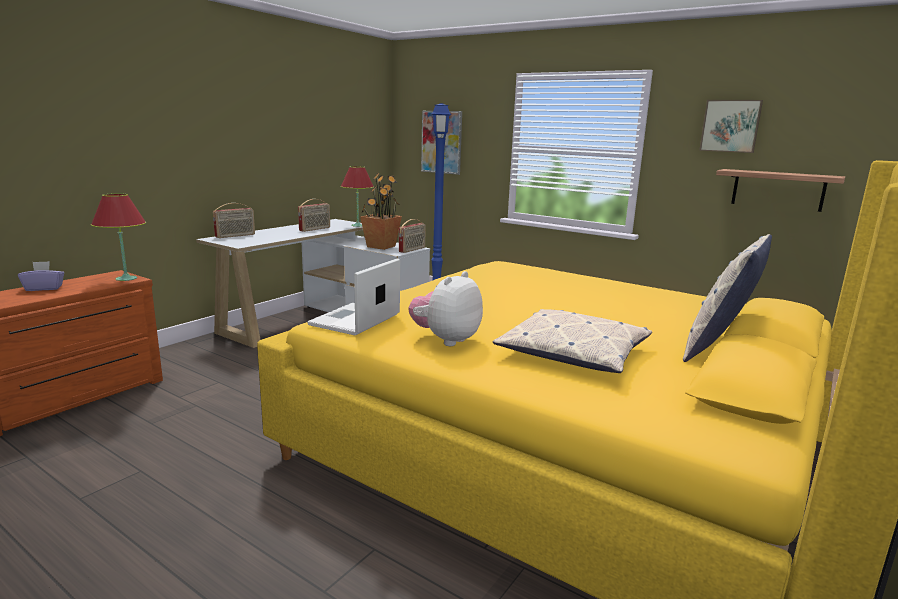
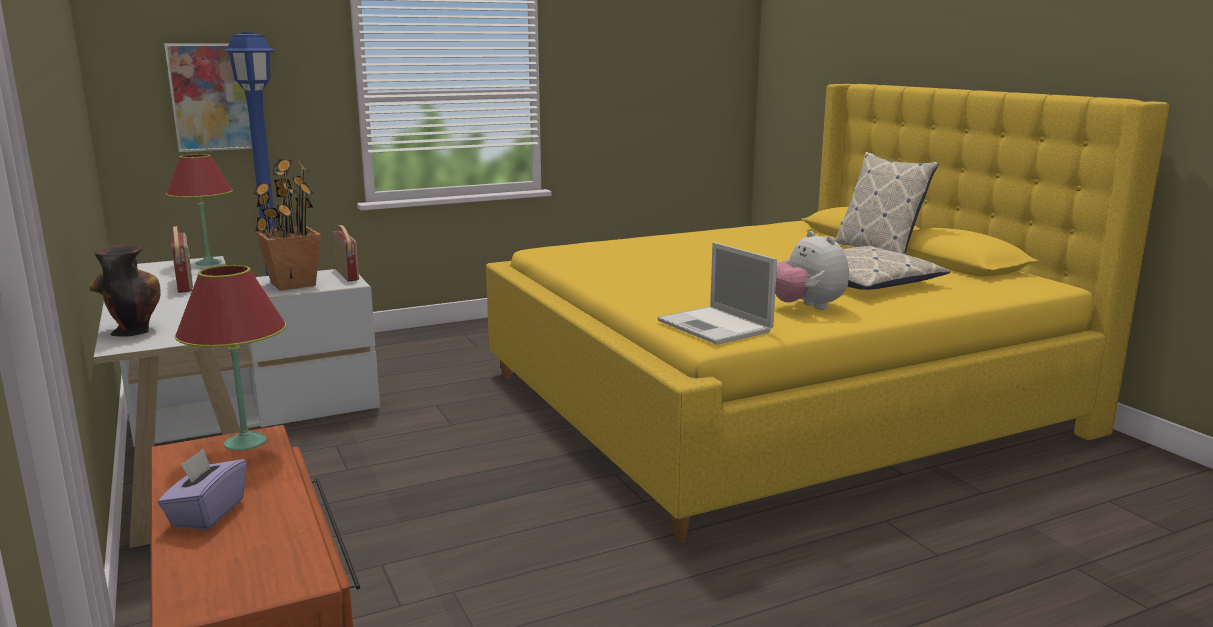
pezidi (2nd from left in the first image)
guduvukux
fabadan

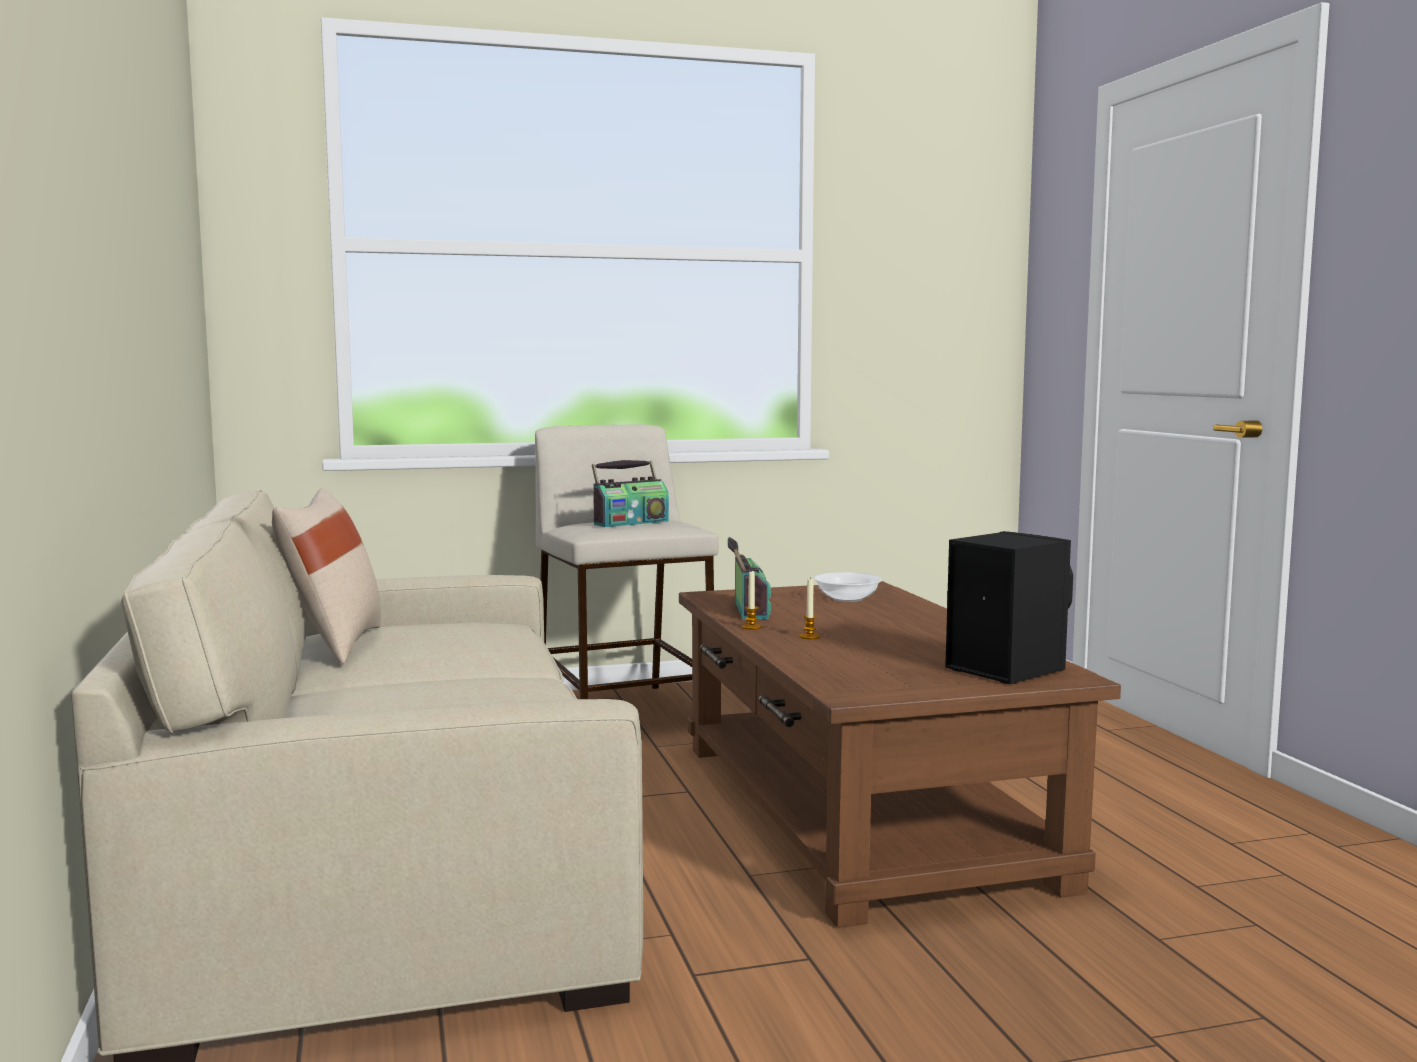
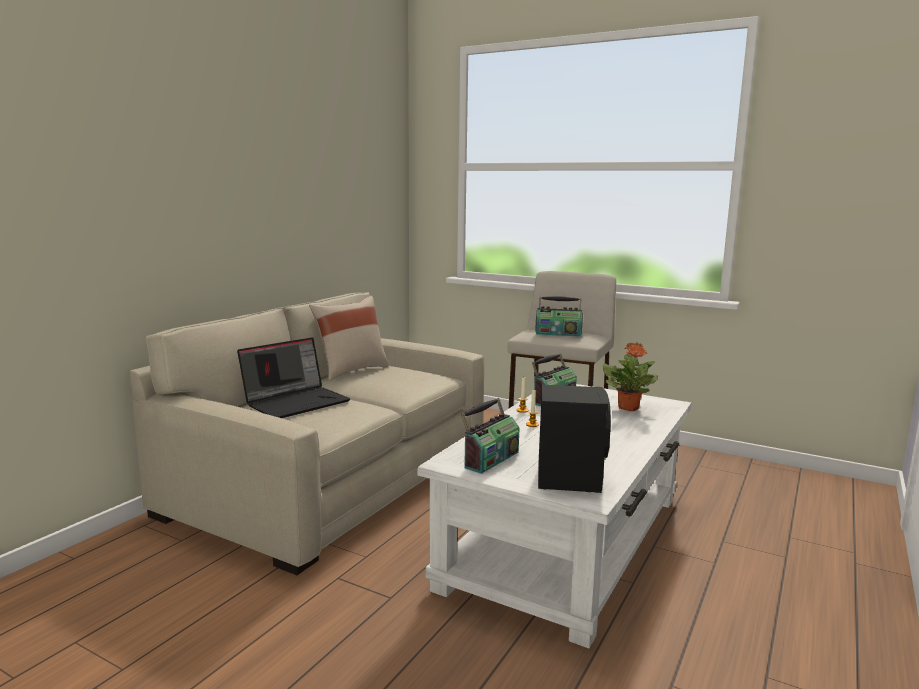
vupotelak
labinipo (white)
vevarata
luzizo (1st from left)

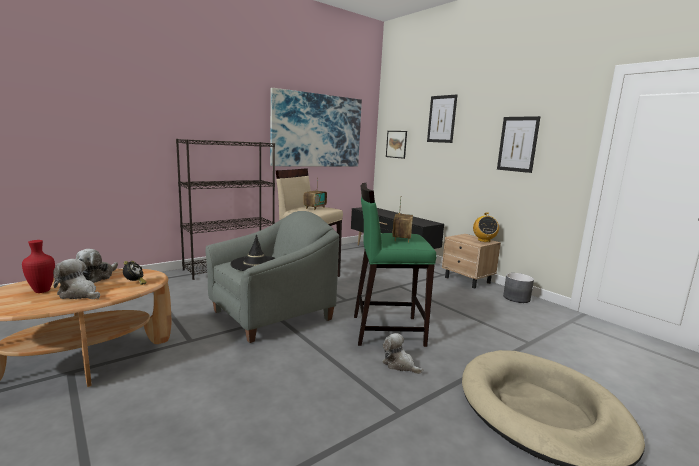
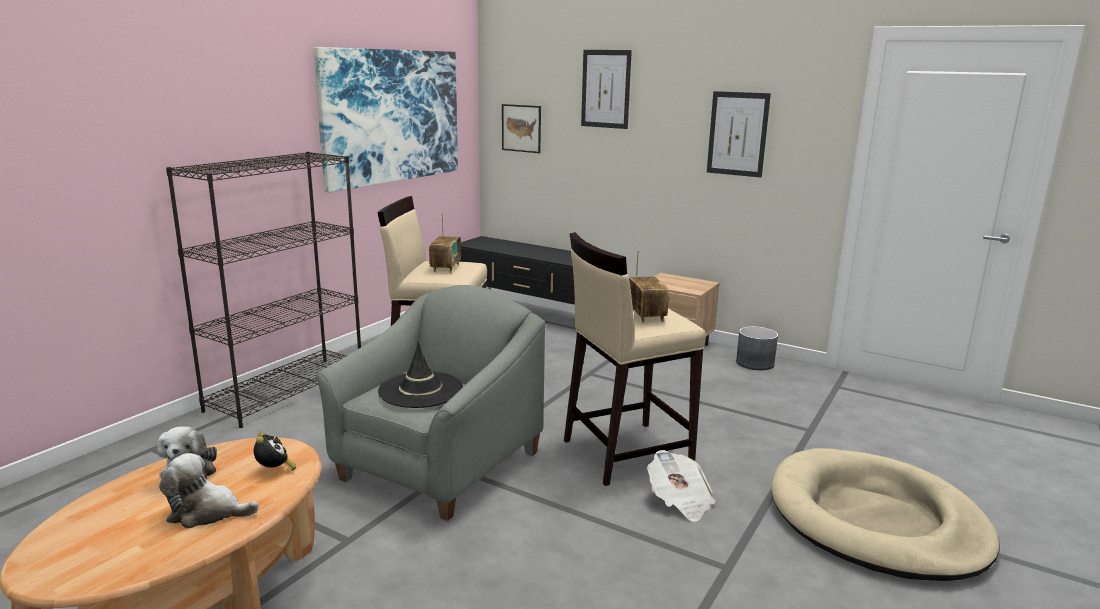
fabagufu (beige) (2nd from left)
luzizo (3rd from left in the first image)
fabadan (red)
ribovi

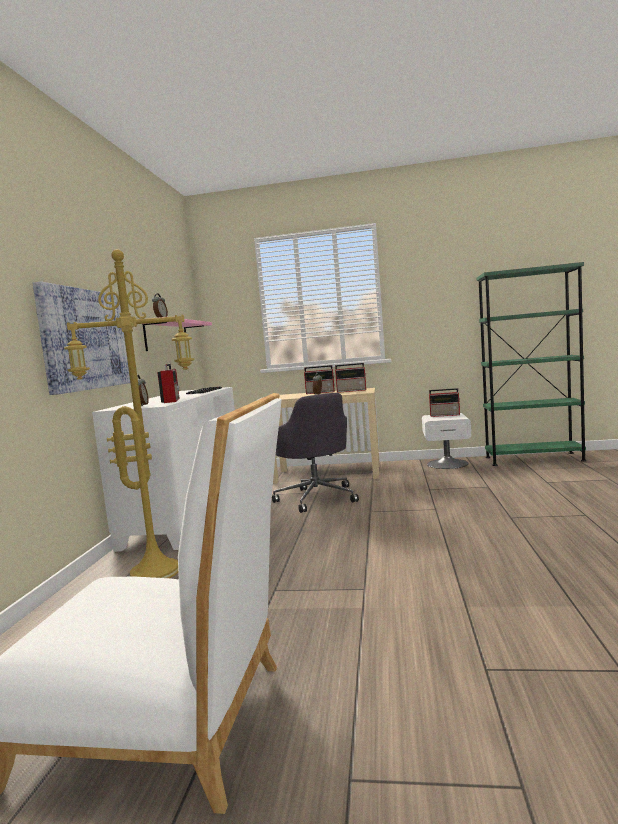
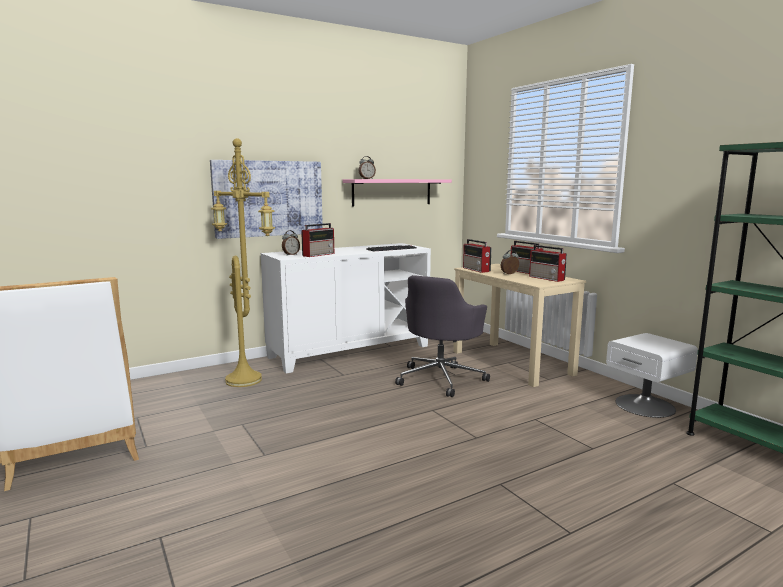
luzizo (2nd from left)

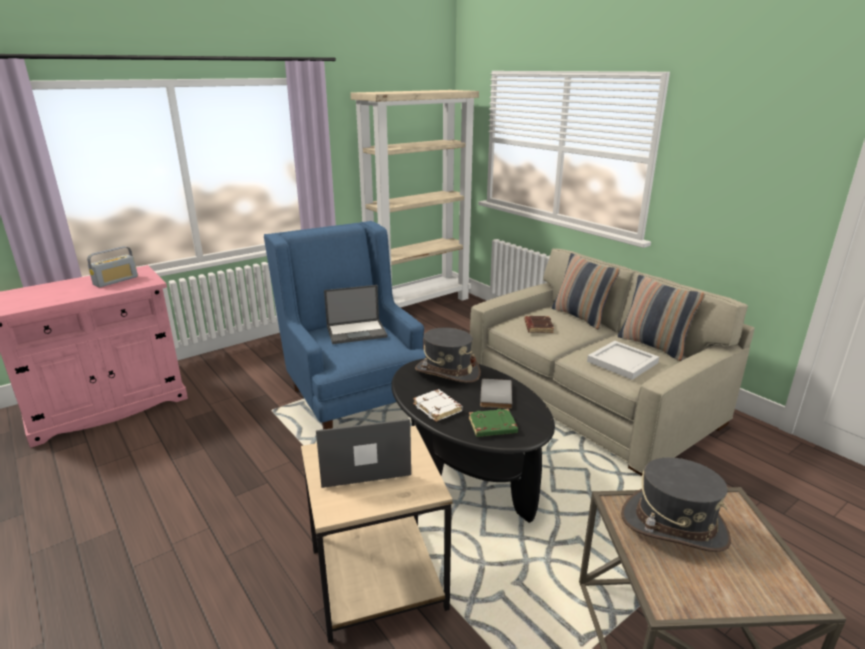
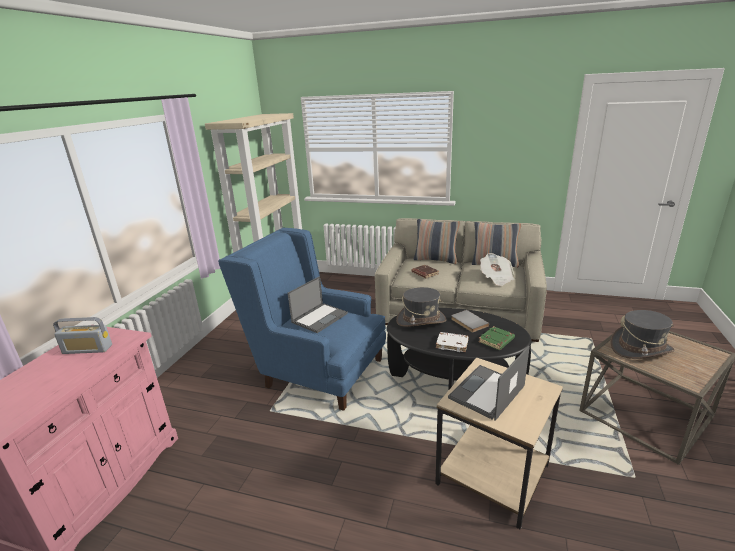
luzizo
ribovi

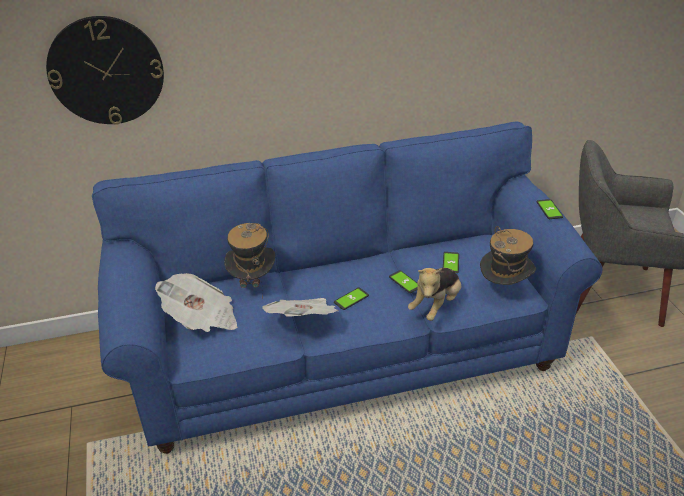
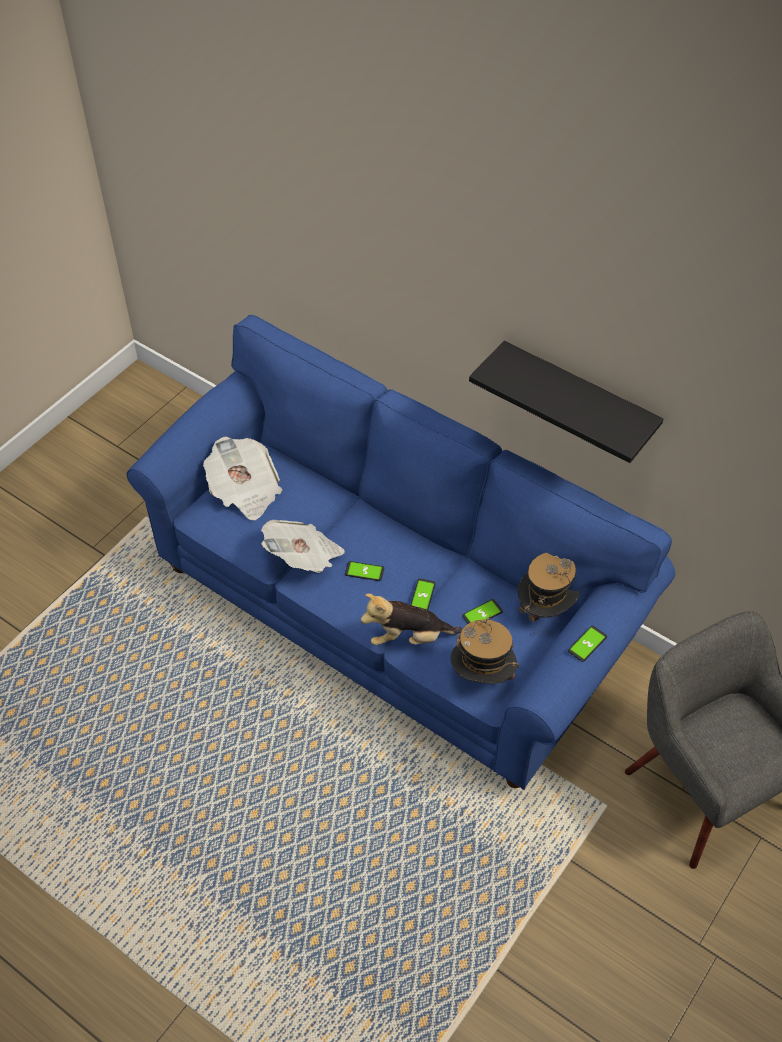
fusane
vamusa (2nd from left)
guduvukux (black)

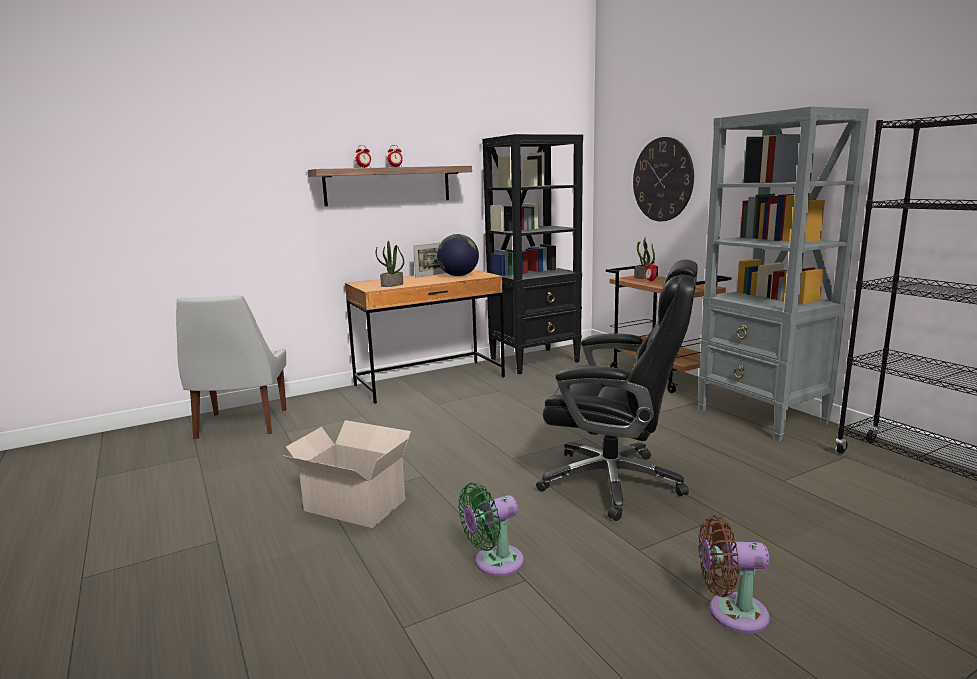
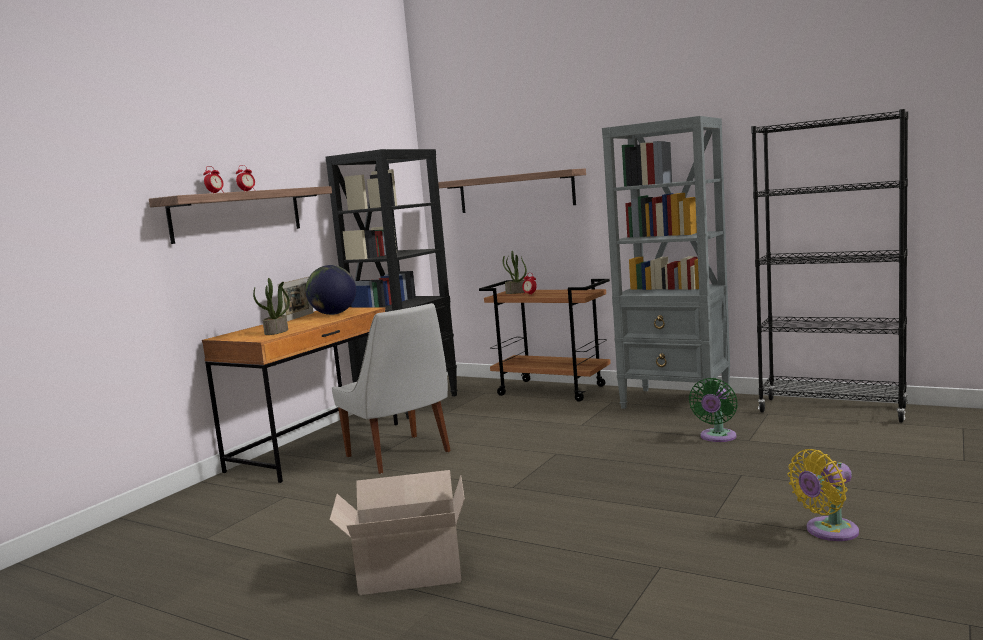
guduvukux (2nd from left)
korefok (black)
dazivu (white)
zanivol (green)
zanivol (yellow)

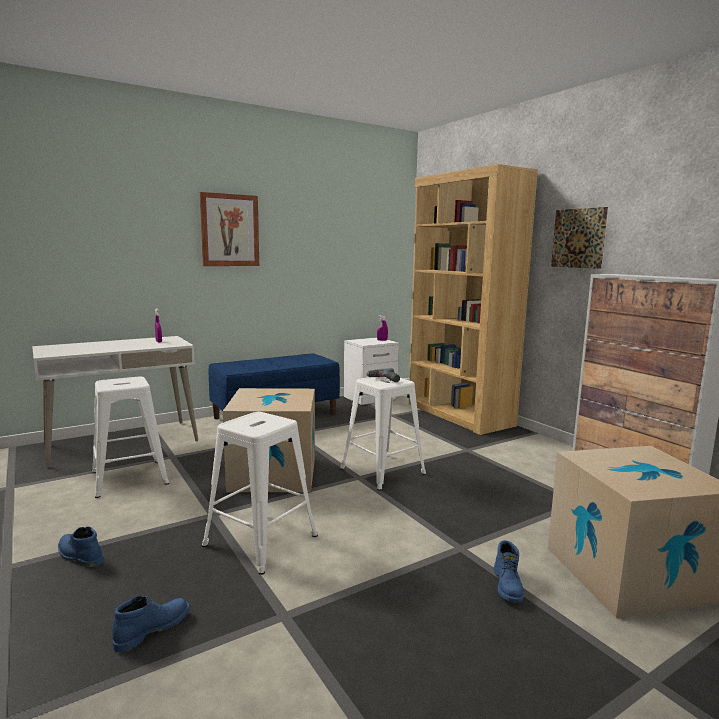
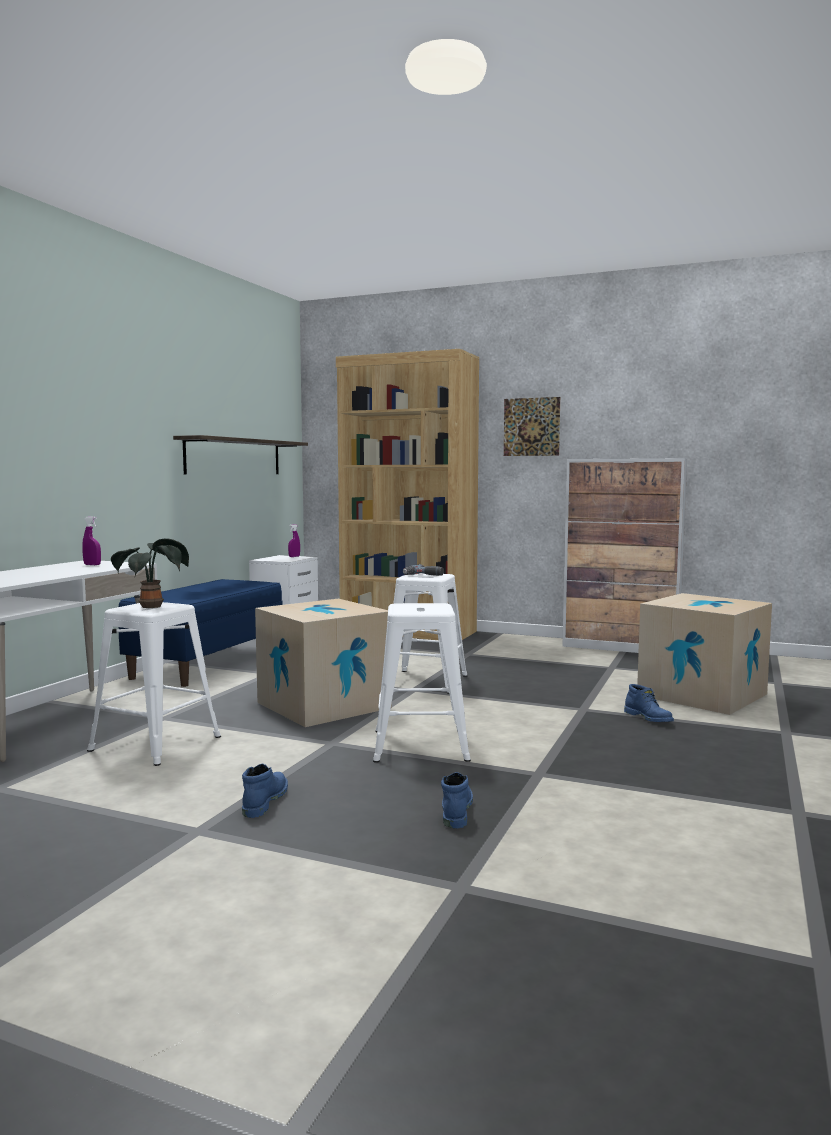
pezidi (1st from left in the first image)
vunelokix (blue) (1st from left)
guduvukux
vupotelak

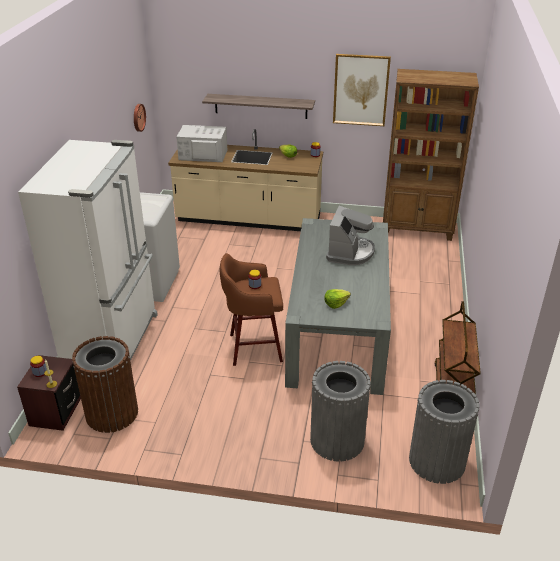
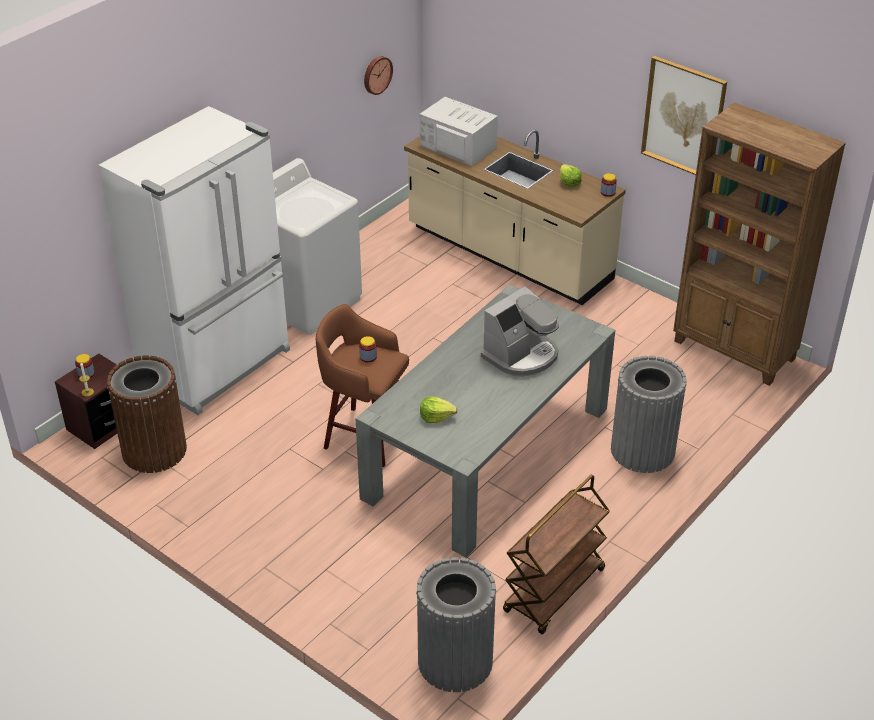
guduvukux
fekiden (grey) (2nd from left)

